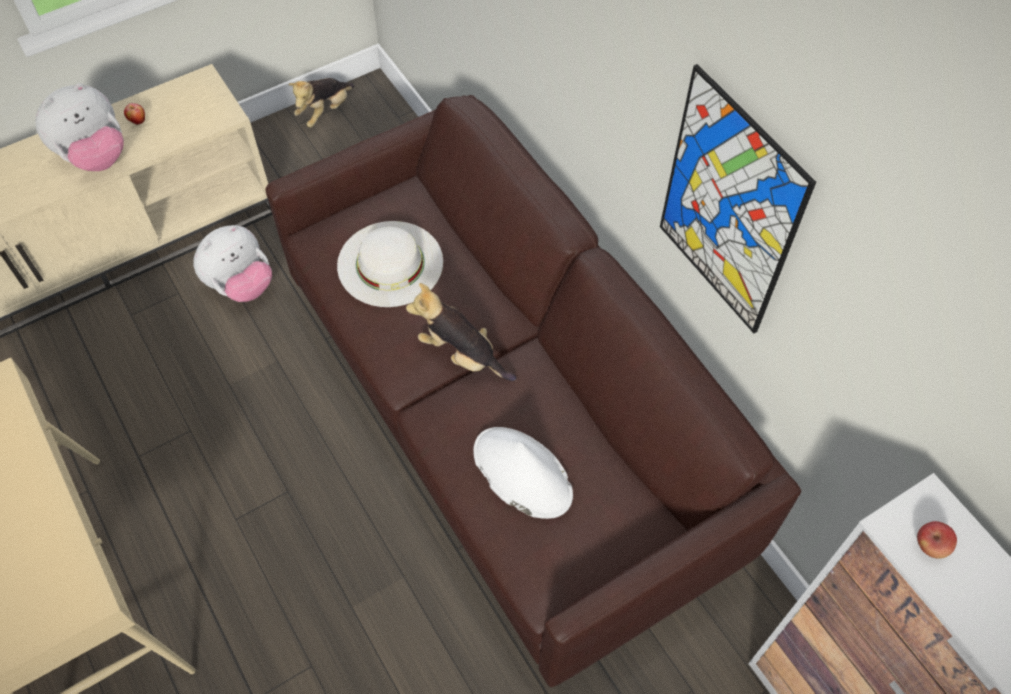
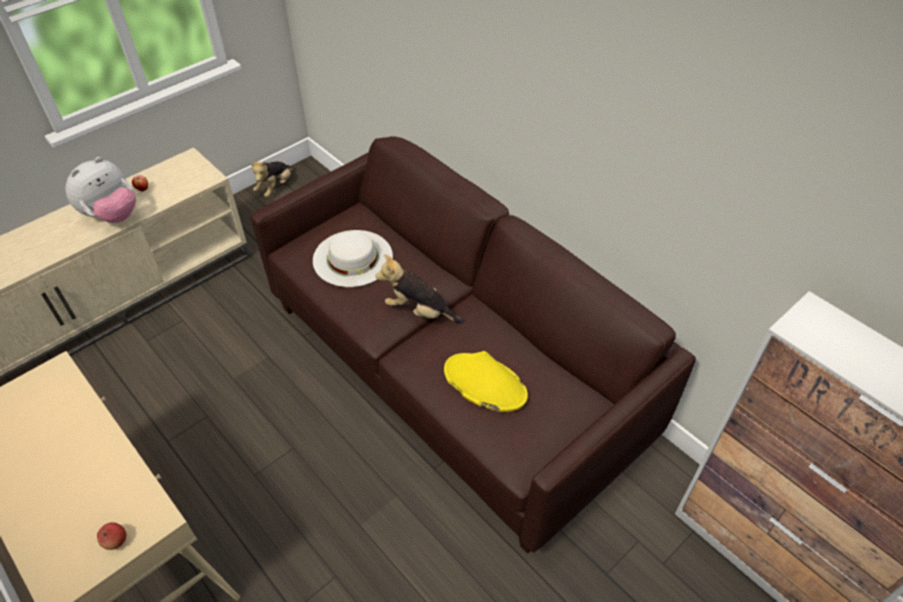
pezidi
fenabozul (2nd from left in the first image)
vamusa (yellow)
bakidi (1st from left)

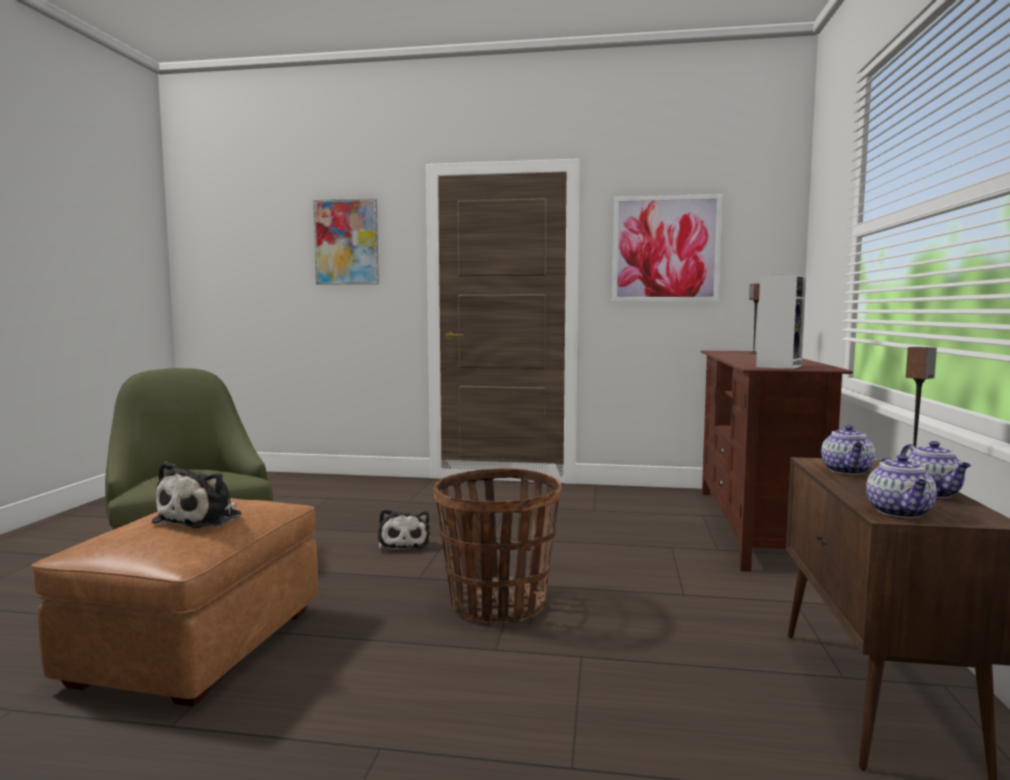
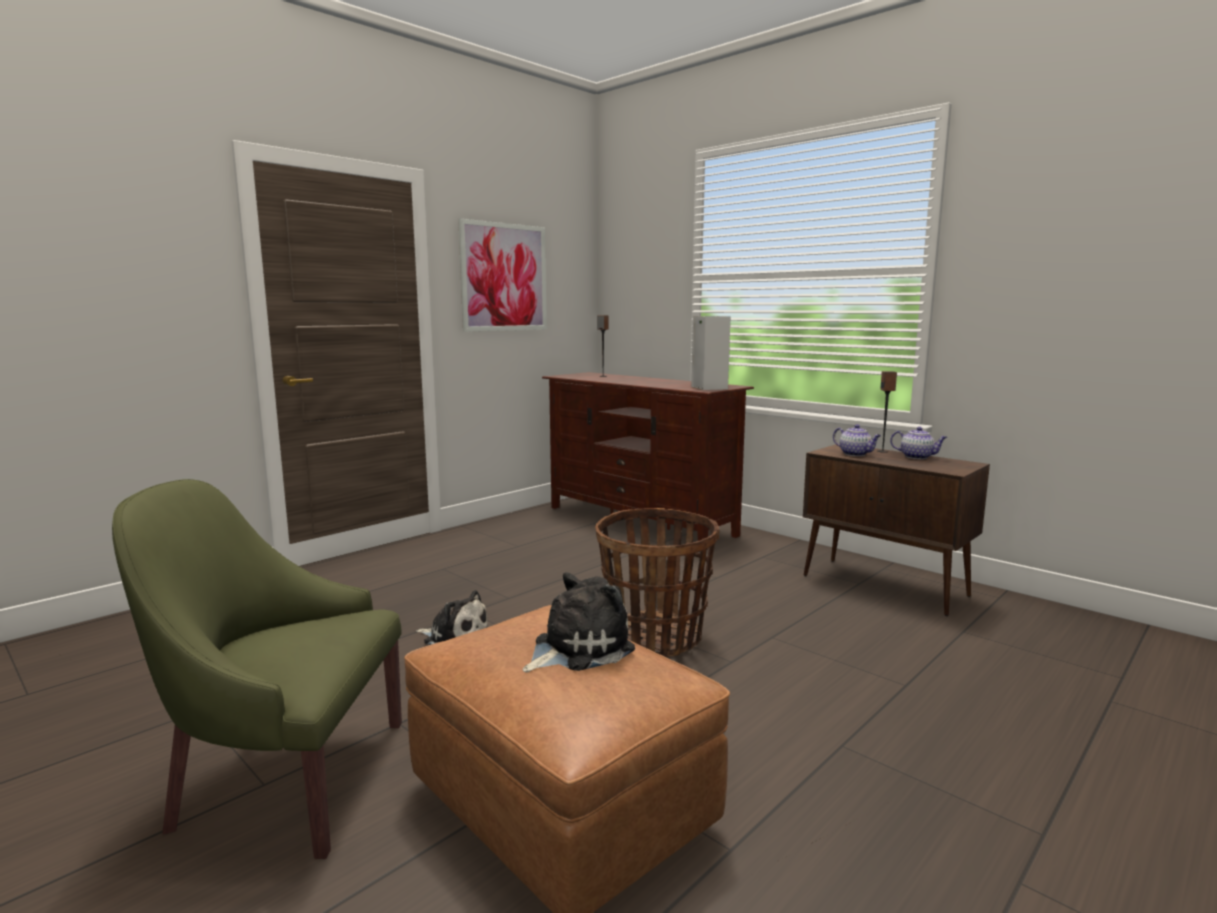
pezidi (1st from left in the first image)
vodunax (2nd from left in the first image)
fenabozul (2nd from left)

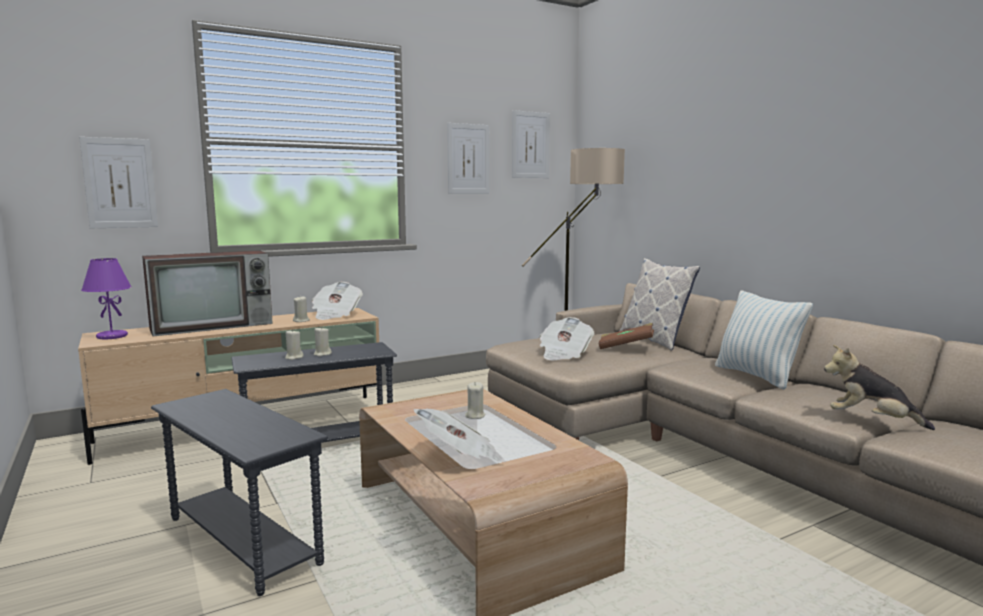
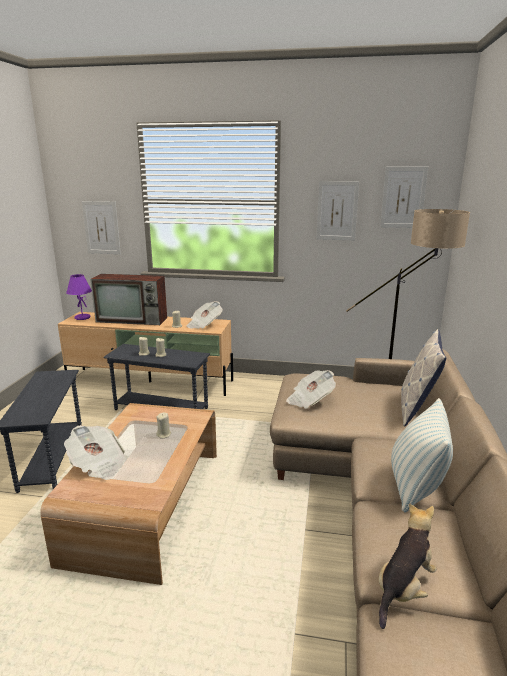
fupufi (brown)
fenabozul

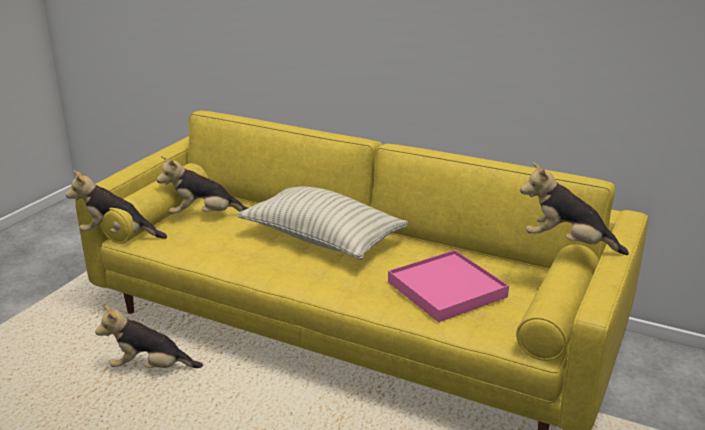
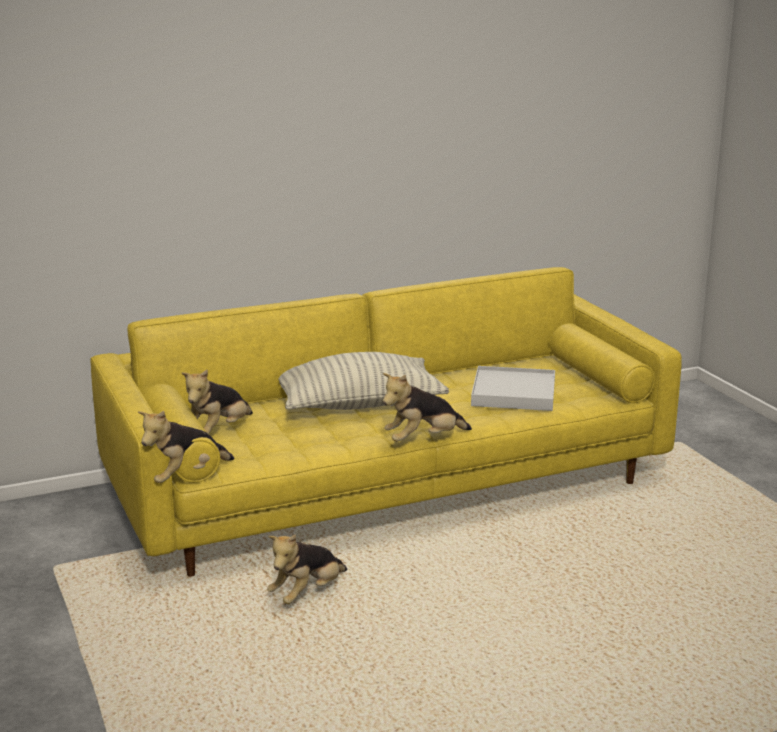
fenabozul (4th from left)
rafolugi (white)

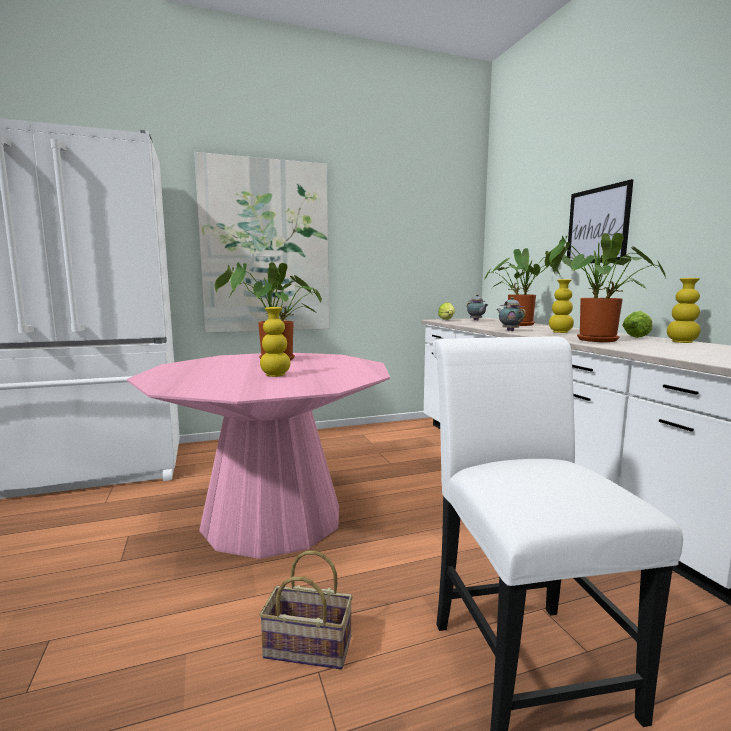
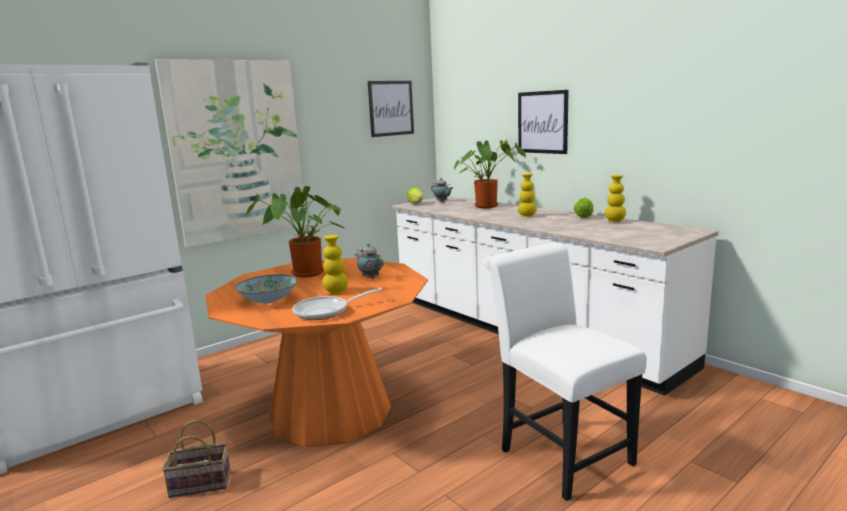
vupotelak (3rd from left in the first image)
vodunax (1st from left)
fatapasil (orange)
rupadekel
pezidi (2nd from left)
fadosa
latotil

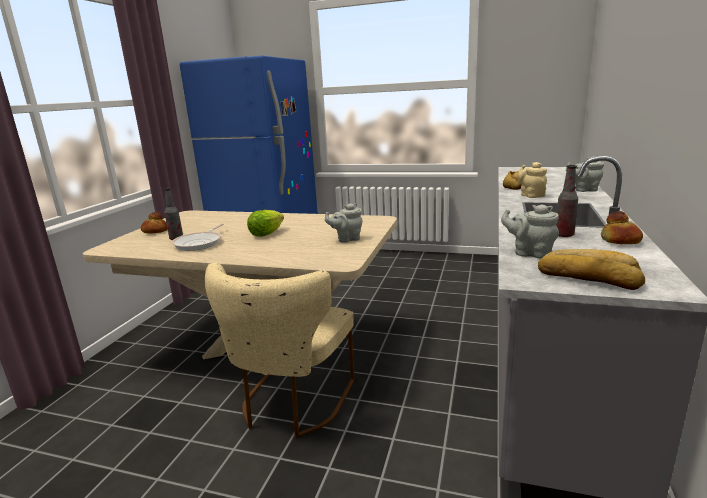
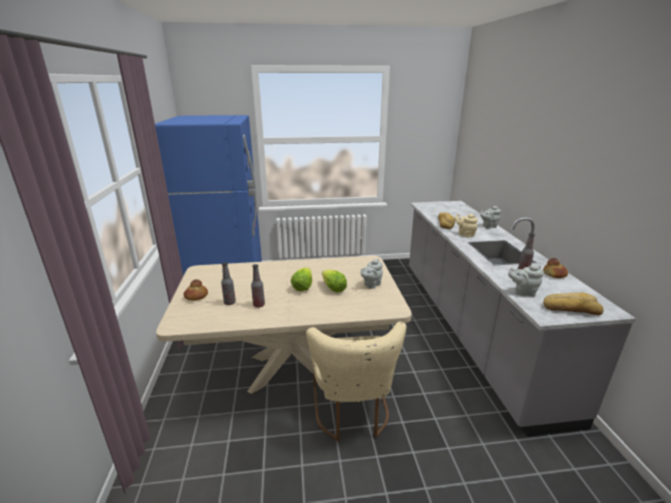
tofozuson (2nd from left)
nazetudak (2nd from left)

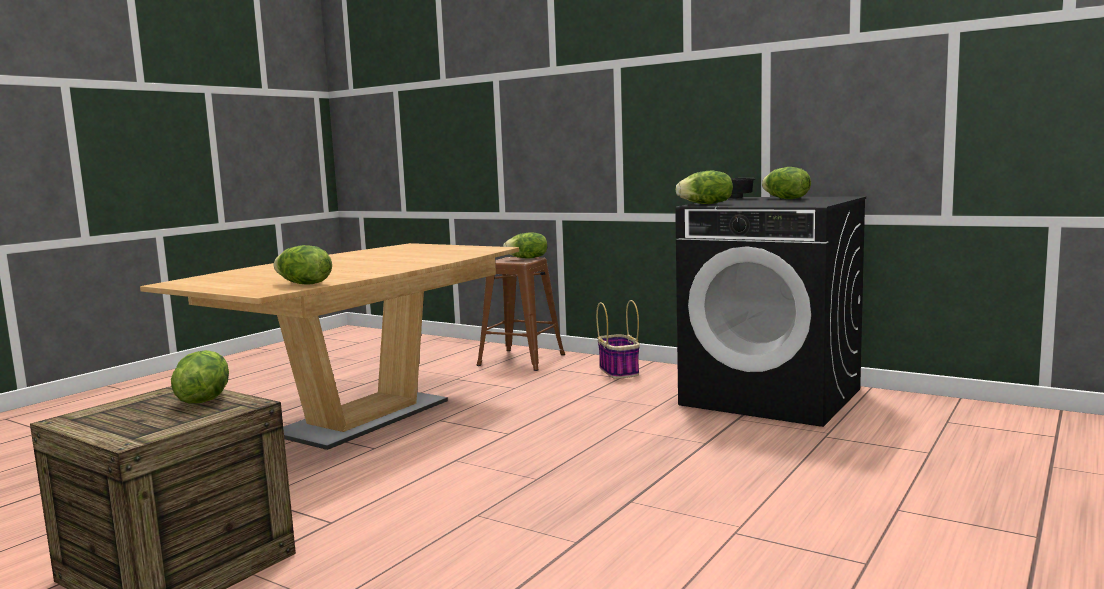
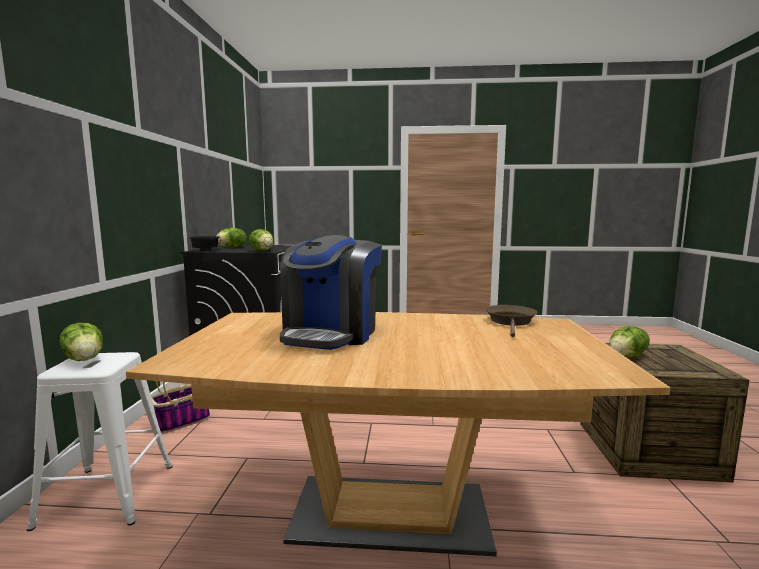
latotil (brown)
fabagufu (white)
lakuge

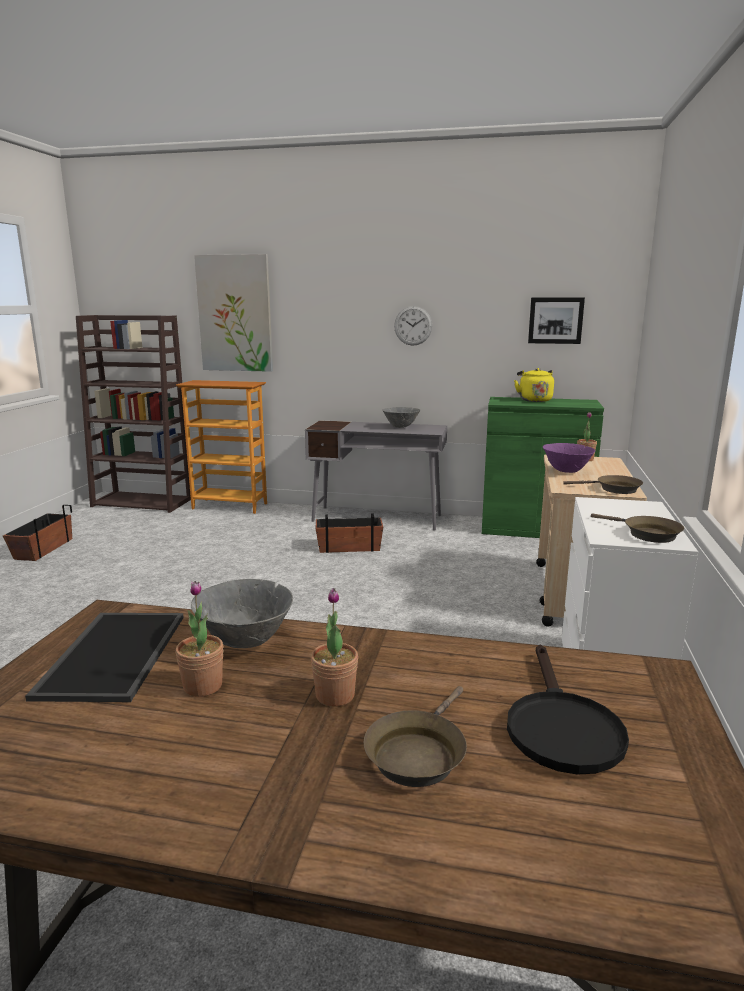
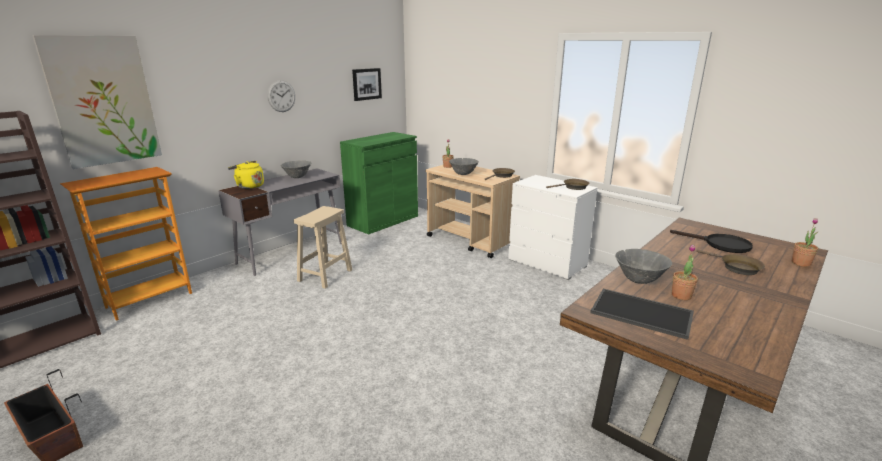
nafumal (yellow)
fadosa (grey) (2nd from left)
fabagufu (beige)
vupotelak (3rd from left)

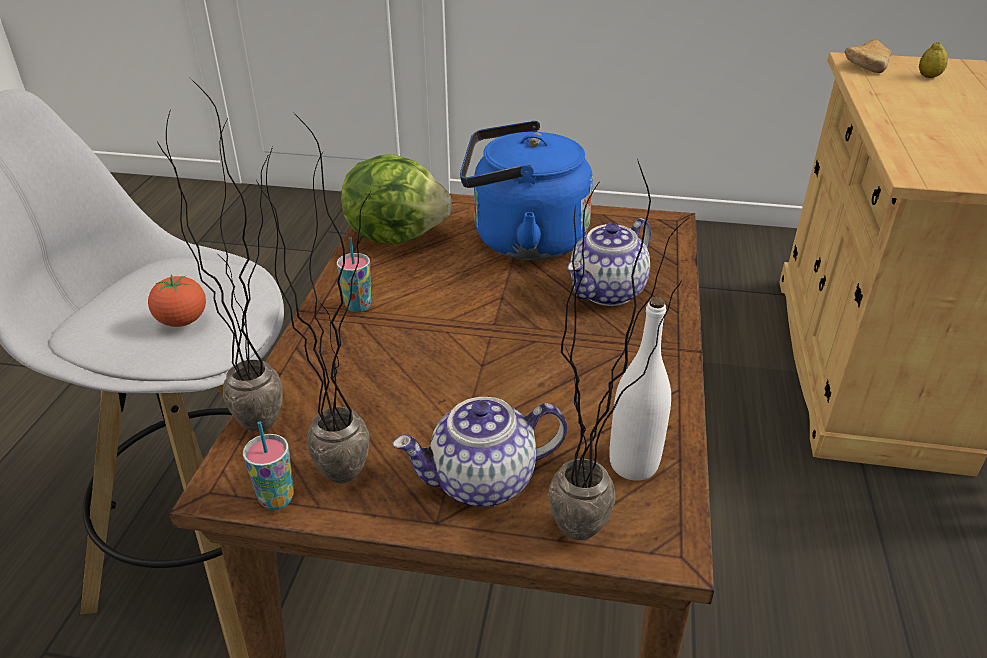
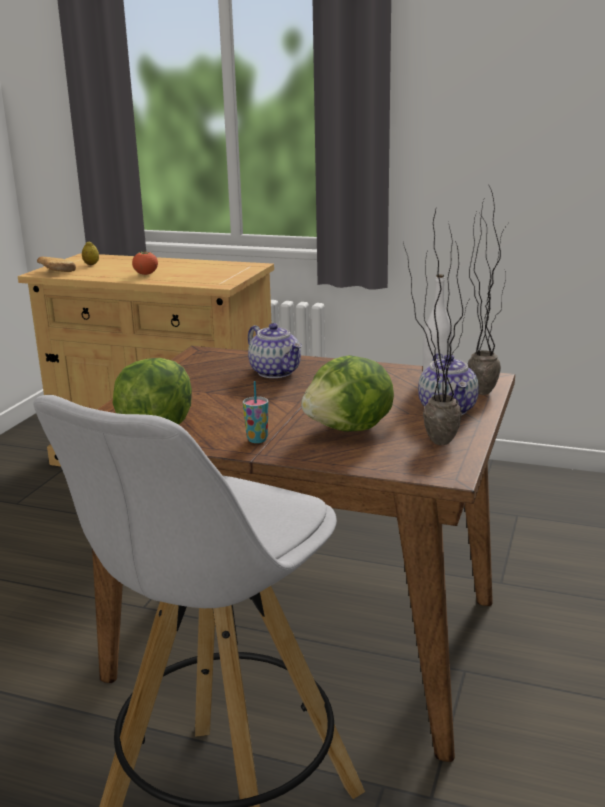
vupotelak (1st from left in the first image)
nafumal (blue)
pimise
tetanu (1st from left in the first image)
nazetudak (2nd from left)

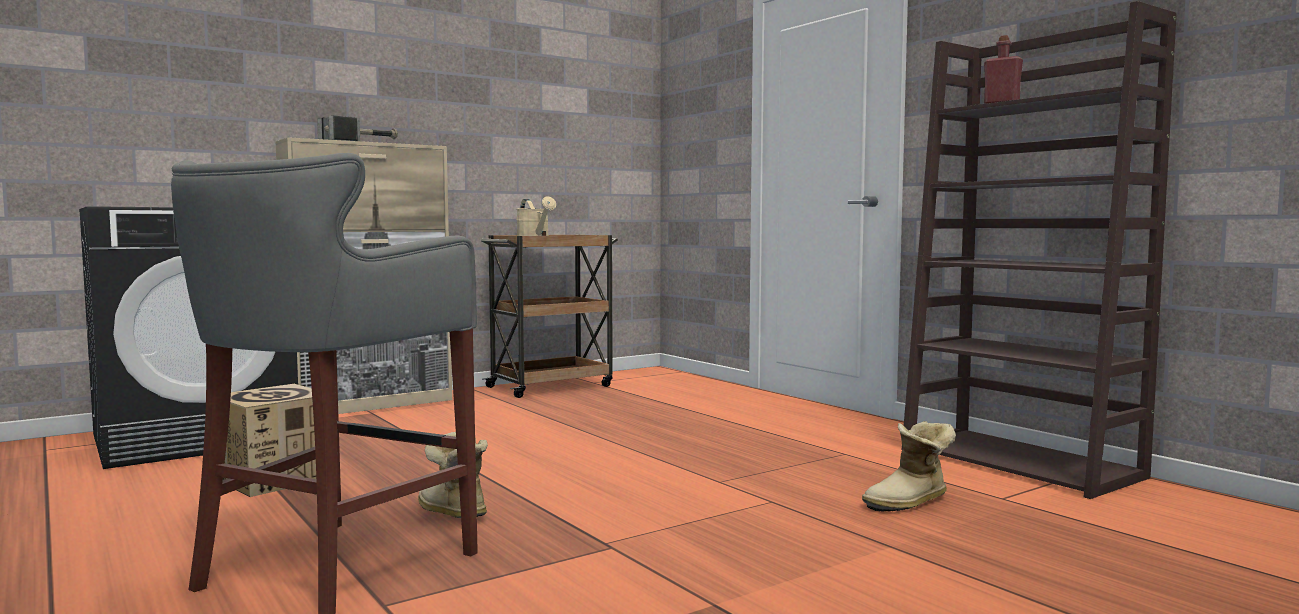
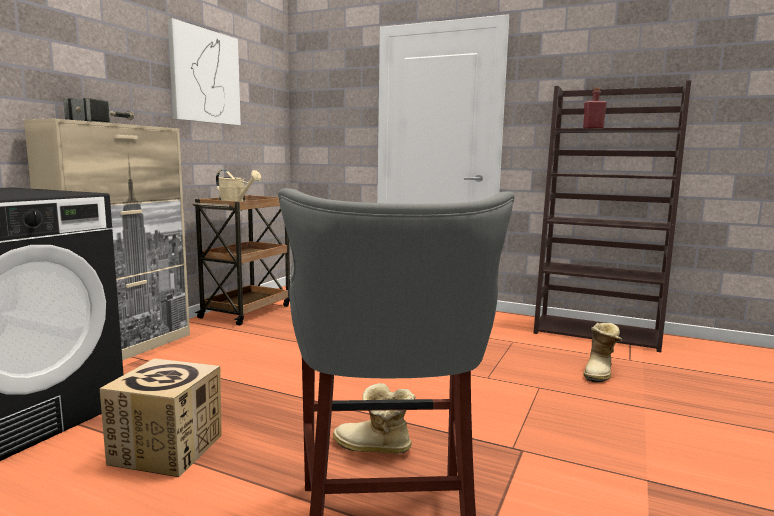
pezidi

